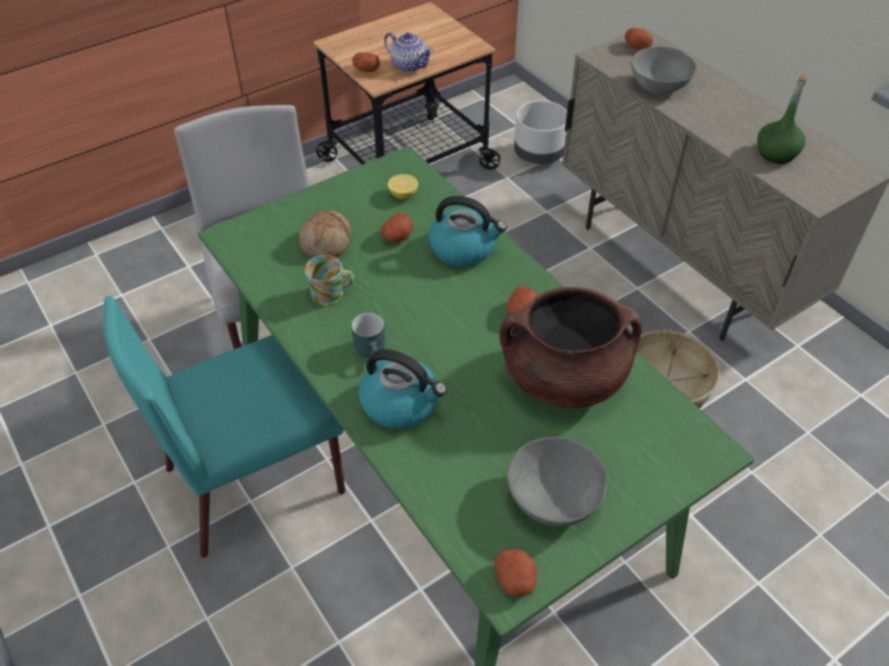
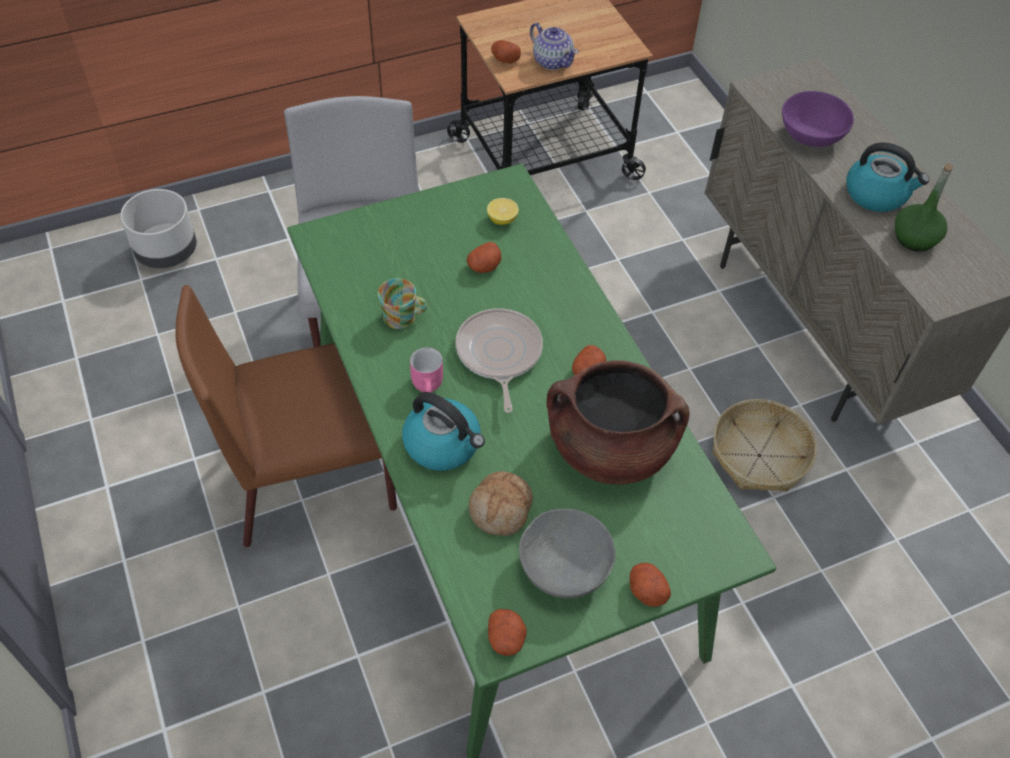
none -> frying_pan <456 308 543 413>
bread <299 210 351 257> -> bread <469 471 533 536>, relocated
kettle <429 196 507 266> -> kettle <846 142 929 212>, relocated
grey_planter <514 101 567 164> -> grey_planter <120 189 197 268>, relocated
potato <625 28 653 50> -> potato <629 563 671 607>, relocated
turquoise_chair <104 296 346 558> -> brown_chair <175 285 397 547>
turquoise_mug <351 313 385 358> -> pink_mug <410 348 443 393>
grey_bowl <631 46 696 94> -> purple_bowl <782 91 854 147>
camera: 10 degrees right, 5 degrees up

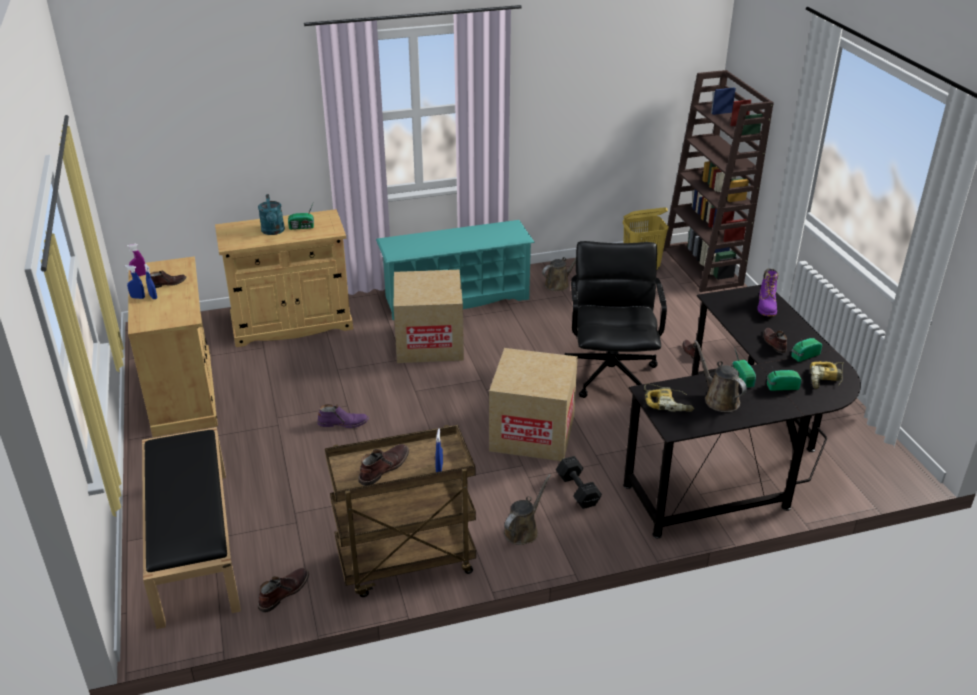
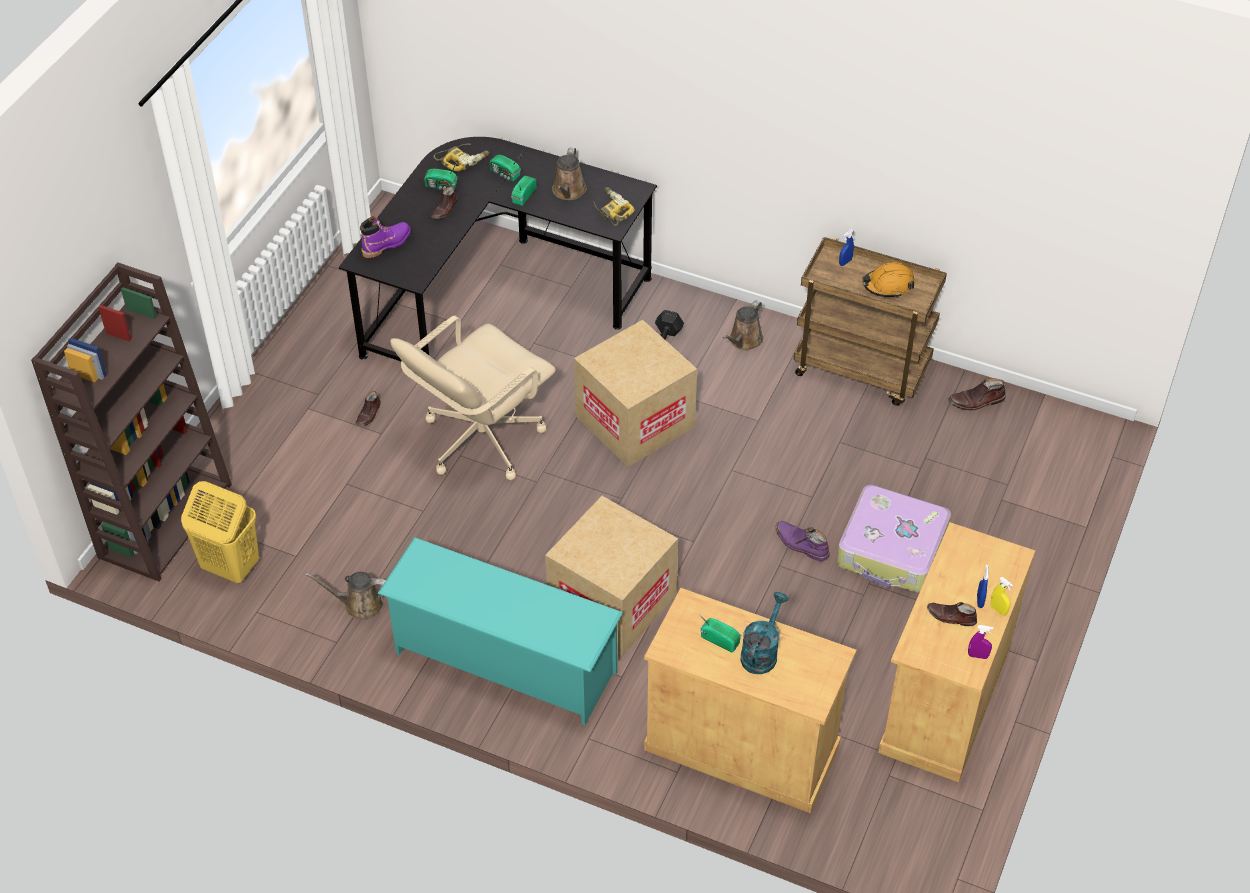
black_bench <142 427 241 629> -> none
none -> suitcase <837 485 951 593>
brown_boot <358 444 409 486> -> orange_hard_hat <862 262 915 298>
blue_spray_bottle <125 265 145 299> -> yellow_spray_bottle <990 577 1013 616>
black_office_chair <565 241 667 398> -> beige_office_chair <390 316 556 480>
brown_watering_can <504 474 551 545> -> brown_watering_can <723 300 763 350>, 45 degrees counterclockwise
camera: 140 degrees left, 15 degrees up

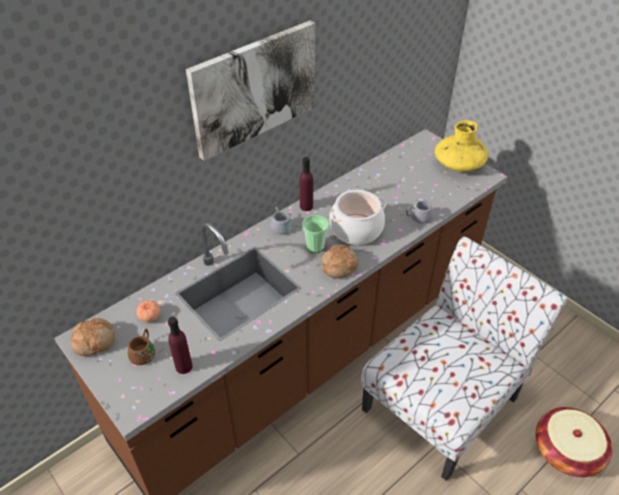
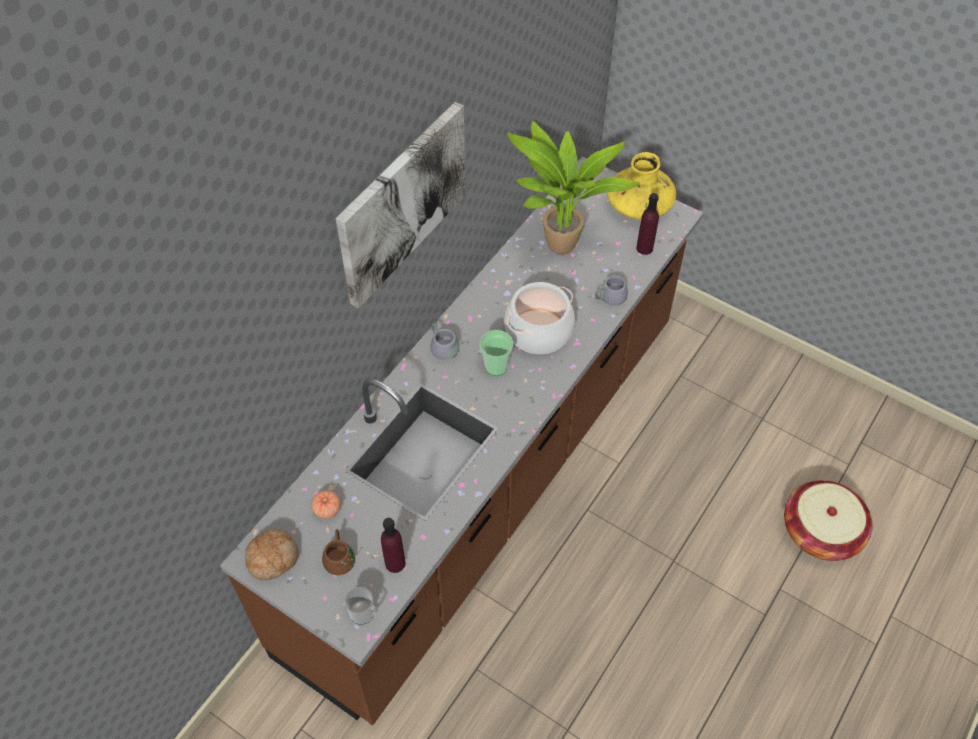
bread <321 244 359 279> -> none
chair <361 236 568 481> -> none
none -> mug <345 587 378 625>
none -> potted_plant <507 121 640 255>
purple_bottle <300 157 313 211> -> purple_bottle <636 193 659 255>, relocated
camera: 15 degrees left, 10 degrees up

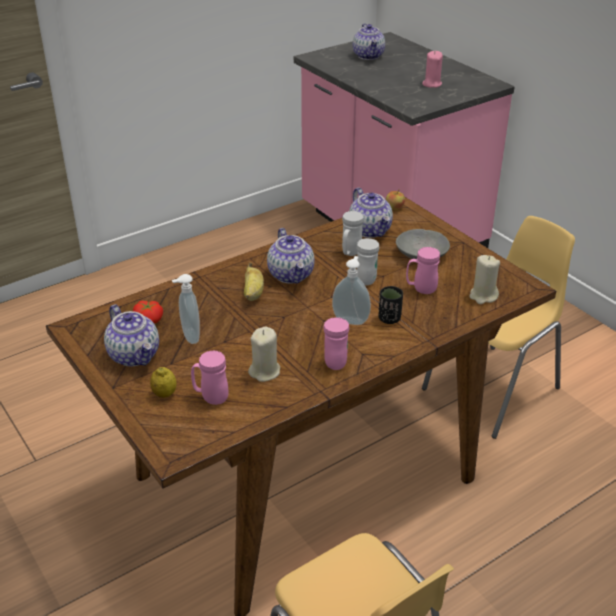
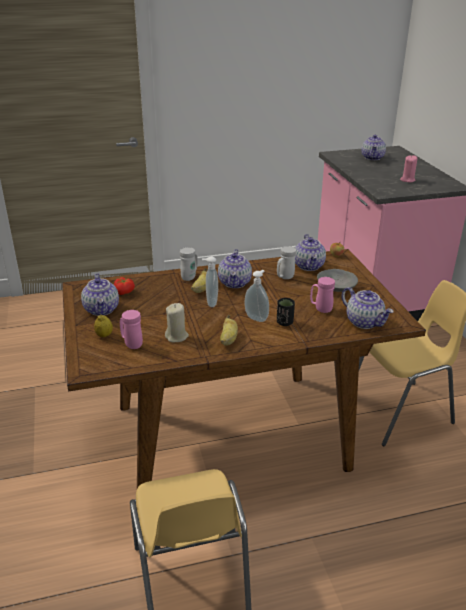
soap_dispenser <172 274 200 344> -> soap_dispenser <202 256 218 307>, relocated
white_mug <357 238 379 285> -> white_mug <180 247 198 281>, relocated
pink_mug <323 317 349 370> -> banana <220 315 238 346>
beige_candle <469 255 500 304> -> teapot <341 287 394 329>
camera: 20 degrees right, 5 degrees down

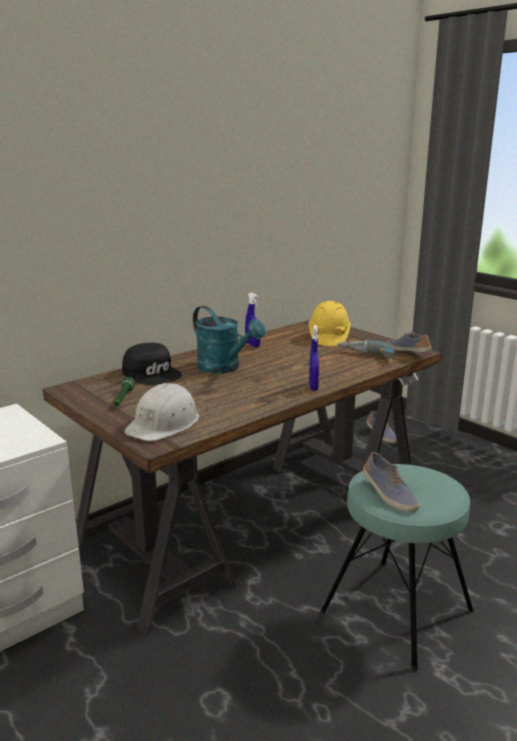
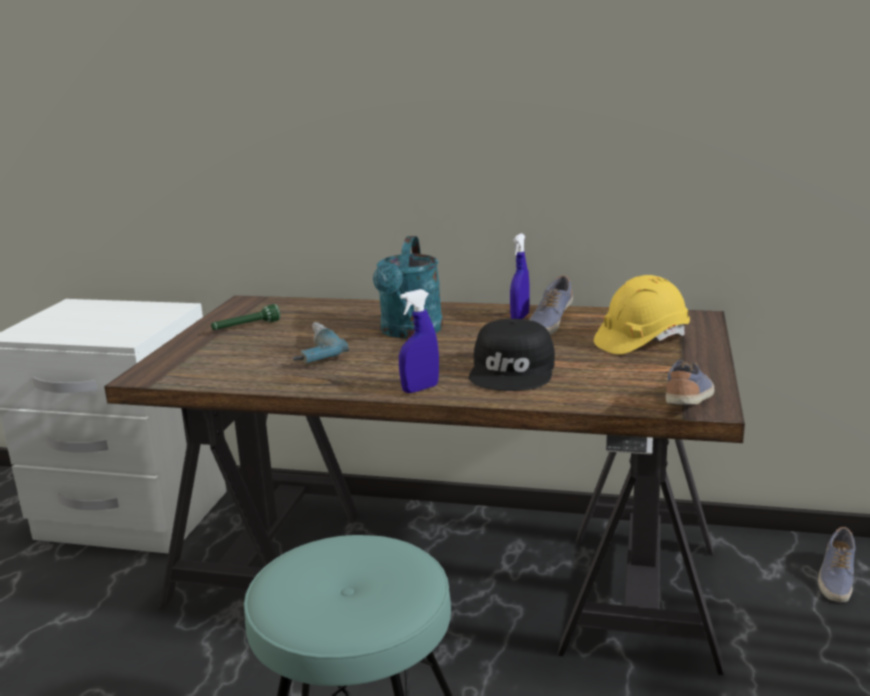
white_hard_hat <124 383 199 441> -> none
black_cap <122 342 182 385> -> black_cap <469 319 555 391>, relocated
power_drill <337 340 395 358> -> power_drill <293 322 349 363>, relocated
shoe <363 452 420 512> -> shoe <529 275 573 335>, relocated
camera: 55 degrees right, 0 degrees up

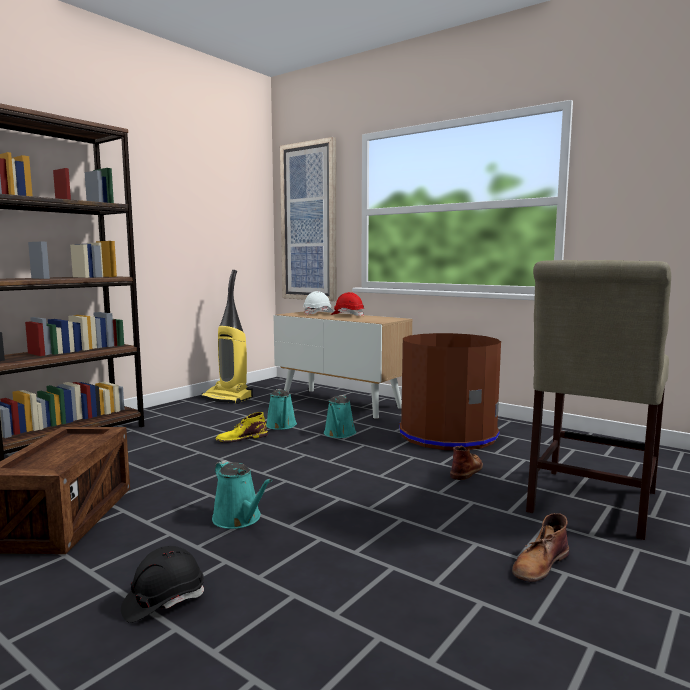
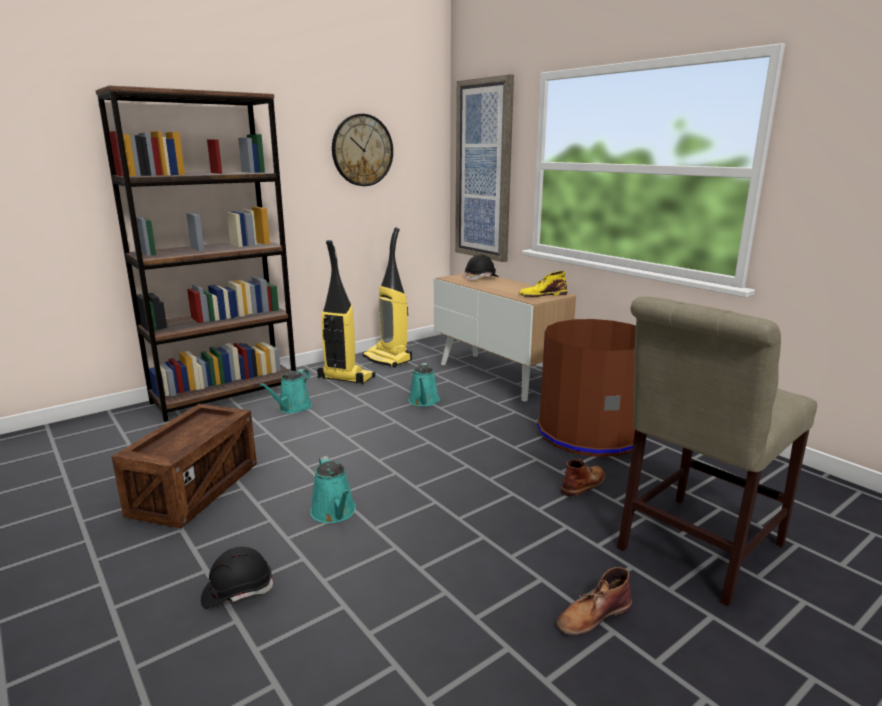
red_hard_hat <331 292 364 316> -> none
none -> vacuum_cleaner <317 240 375 384>
none -> wall_clock <332 114 393 186>
yellow_boot <216 412 268 443> -> yellow_boot <519 271 567 297>, relocated
turquoise_watering_can <324 395 356 438> -> turquoise_watering_can <259 369 312 413>, relocated
white_hard_hat <303 291 334 315> -> black_hard_hat <465 254 499 281>
camera: 15 degrees right, 10 degrees up

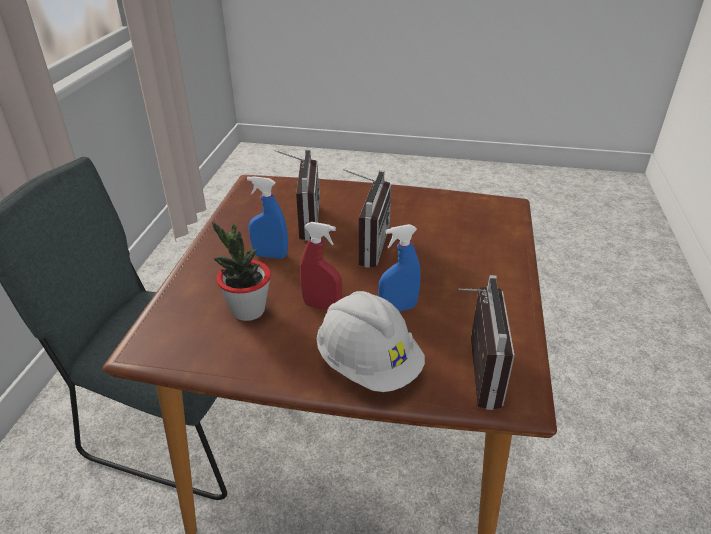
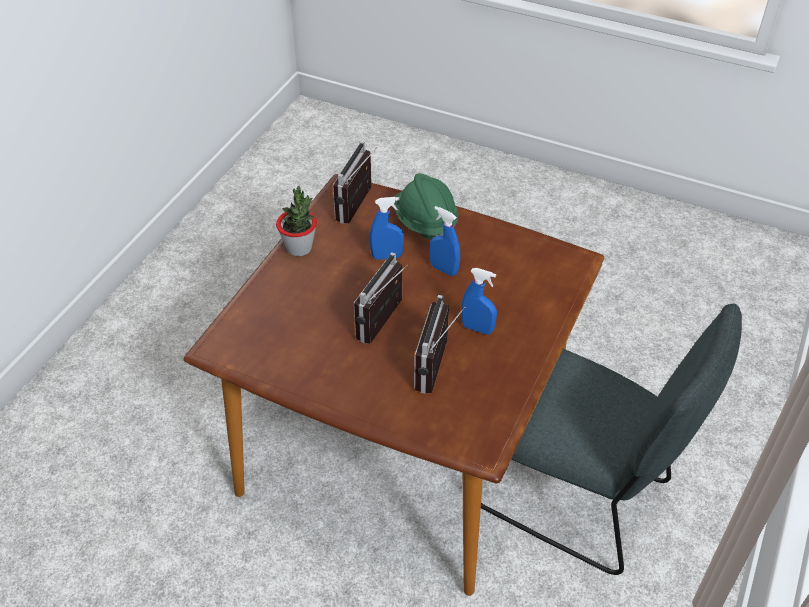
potted_plant <212 221 271 321> -> potted_plant <276 186 317 256>, relocated
red_spray_bottle <300 222 342 310> -> blue_spray_bottle <429 206 460 276>
white_hard_hat <316 291 425 392> -> green_hard_hat <394 173 459 240>
camera: 165 degrees left, 10 degrees up

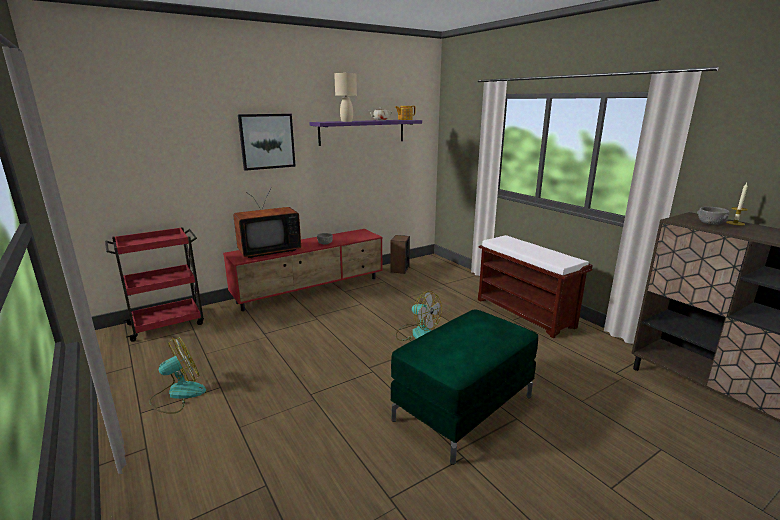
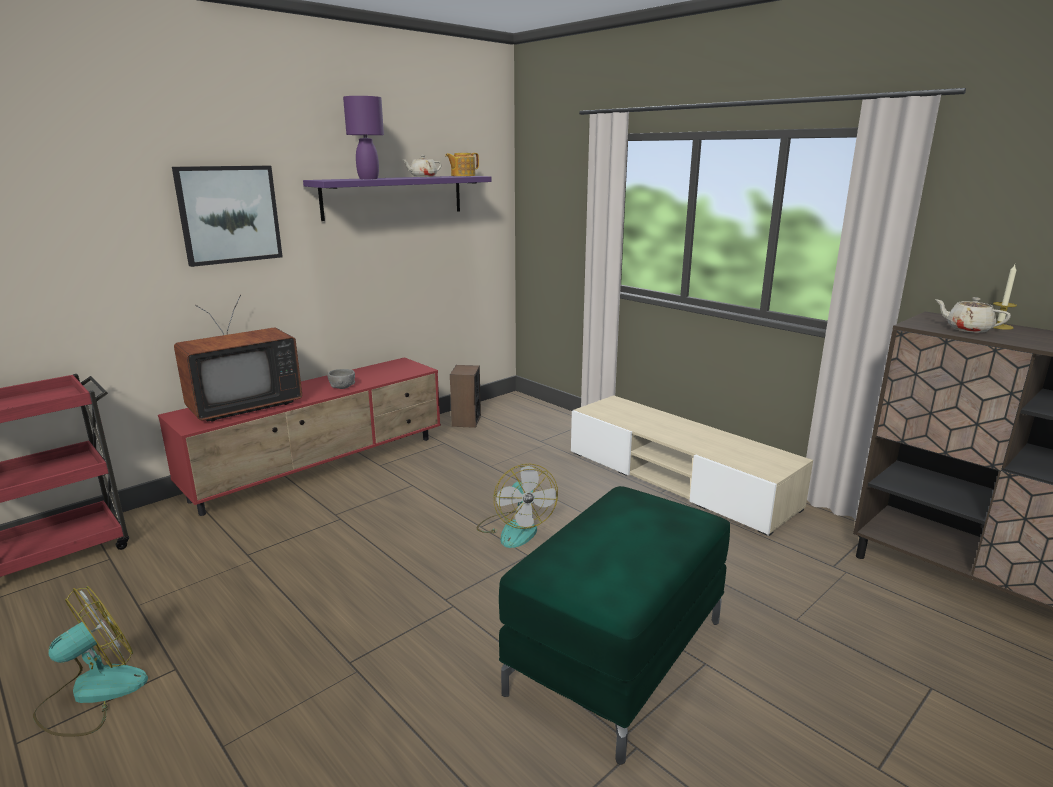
brown_bench <478 235 592 338> -> beige_tv_stand <571 395 813 536>
grey_bowl <697 207 729 225> -> beige_teapot <935 297 1011 333>
beige_table_lamp <334 73 357 122> -> purple_table_lamp <343 96 384 179>
fan <396 291 442 341> -> fan <477 464 558 548>, 45 degrees clockwise
camera: 10 degrees left, 0 degrees up

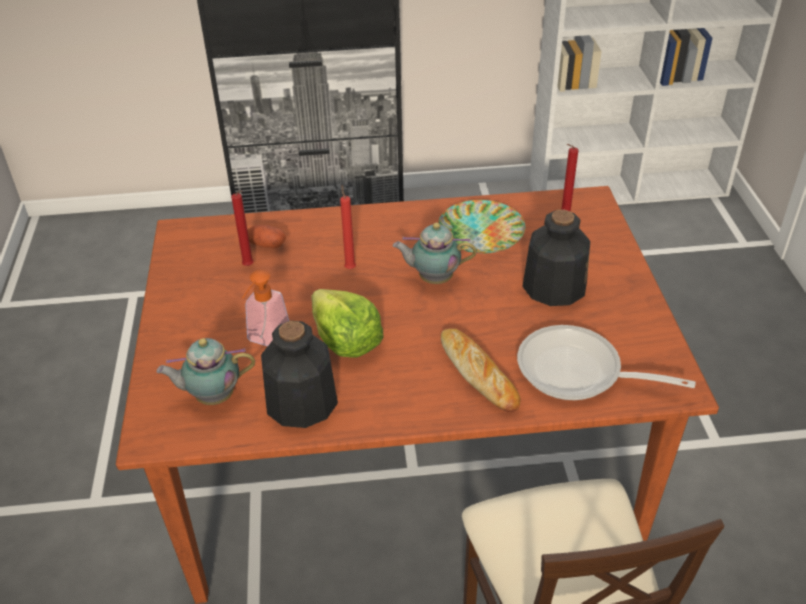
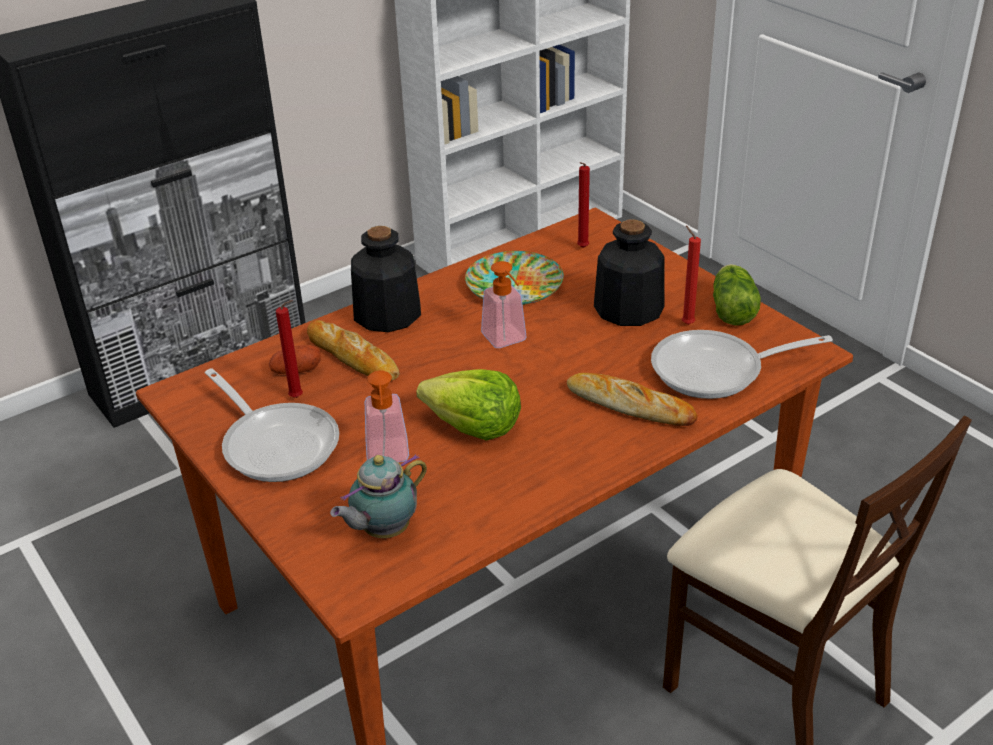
none -> frying_pan <205 368 339 482>
none -> bread <307 320 399 381>
none -> lettuce <713 264 761 326>
bottle <261 321 338 428> -> bottle <351 226 421 332>, relocated
red_candle <340 185 356 269> -> red_candle <682 226 701 325>, relocated
teapot <393 223 476 284> -> soap_dispenser <481 261 527 348>
camera: 30 degrees left, 5 degrees down

